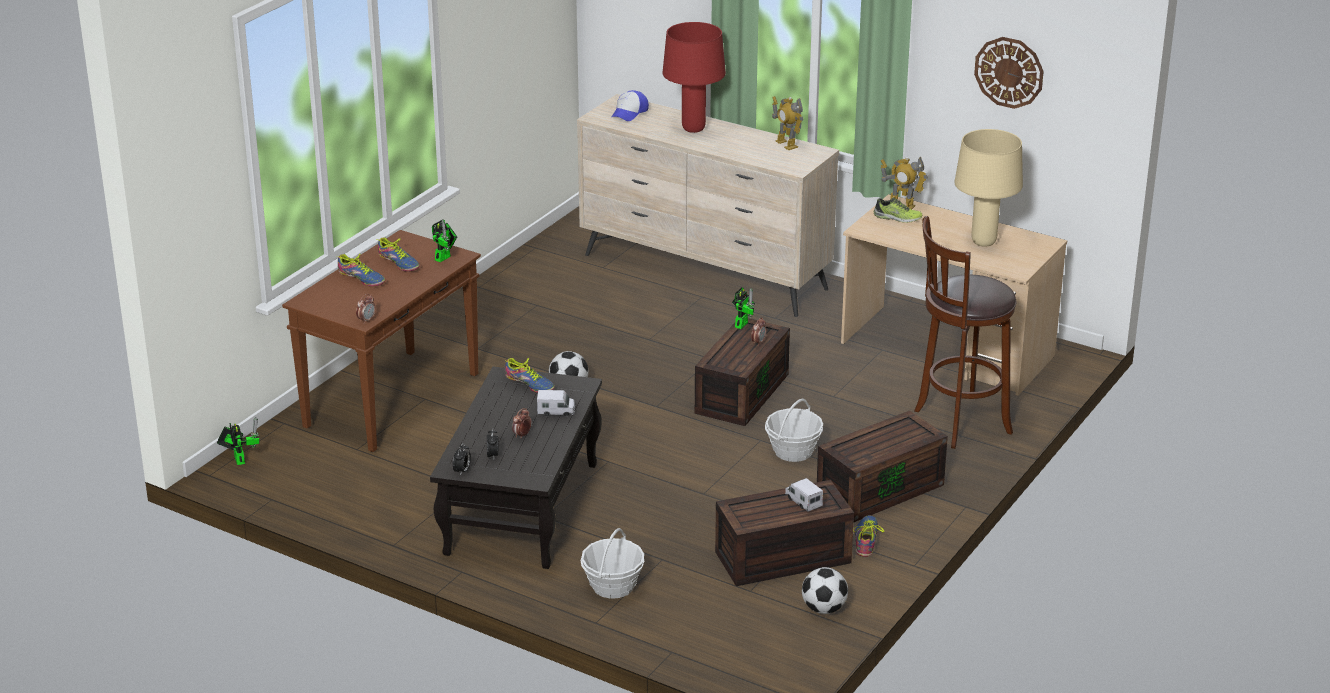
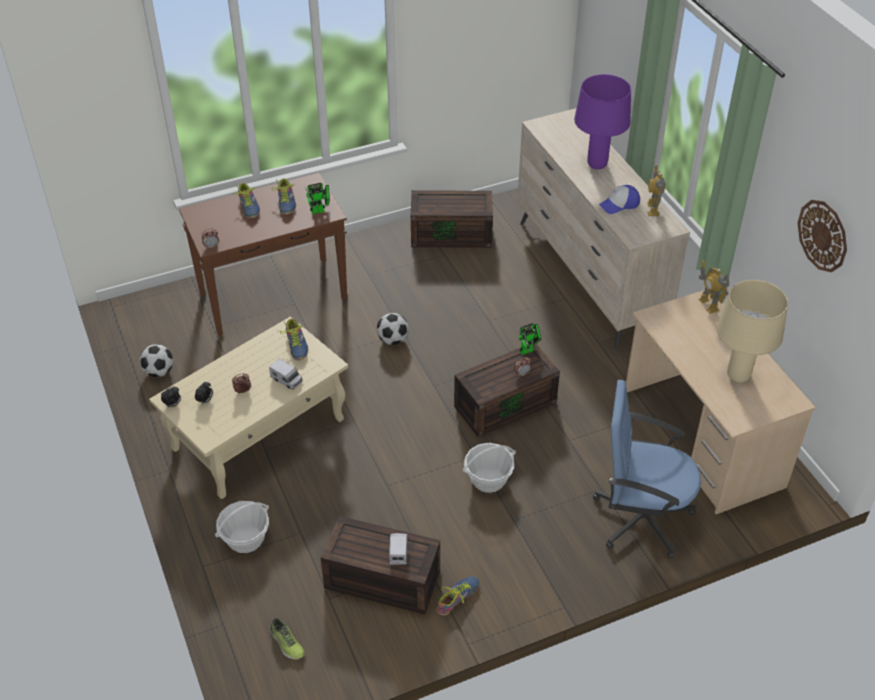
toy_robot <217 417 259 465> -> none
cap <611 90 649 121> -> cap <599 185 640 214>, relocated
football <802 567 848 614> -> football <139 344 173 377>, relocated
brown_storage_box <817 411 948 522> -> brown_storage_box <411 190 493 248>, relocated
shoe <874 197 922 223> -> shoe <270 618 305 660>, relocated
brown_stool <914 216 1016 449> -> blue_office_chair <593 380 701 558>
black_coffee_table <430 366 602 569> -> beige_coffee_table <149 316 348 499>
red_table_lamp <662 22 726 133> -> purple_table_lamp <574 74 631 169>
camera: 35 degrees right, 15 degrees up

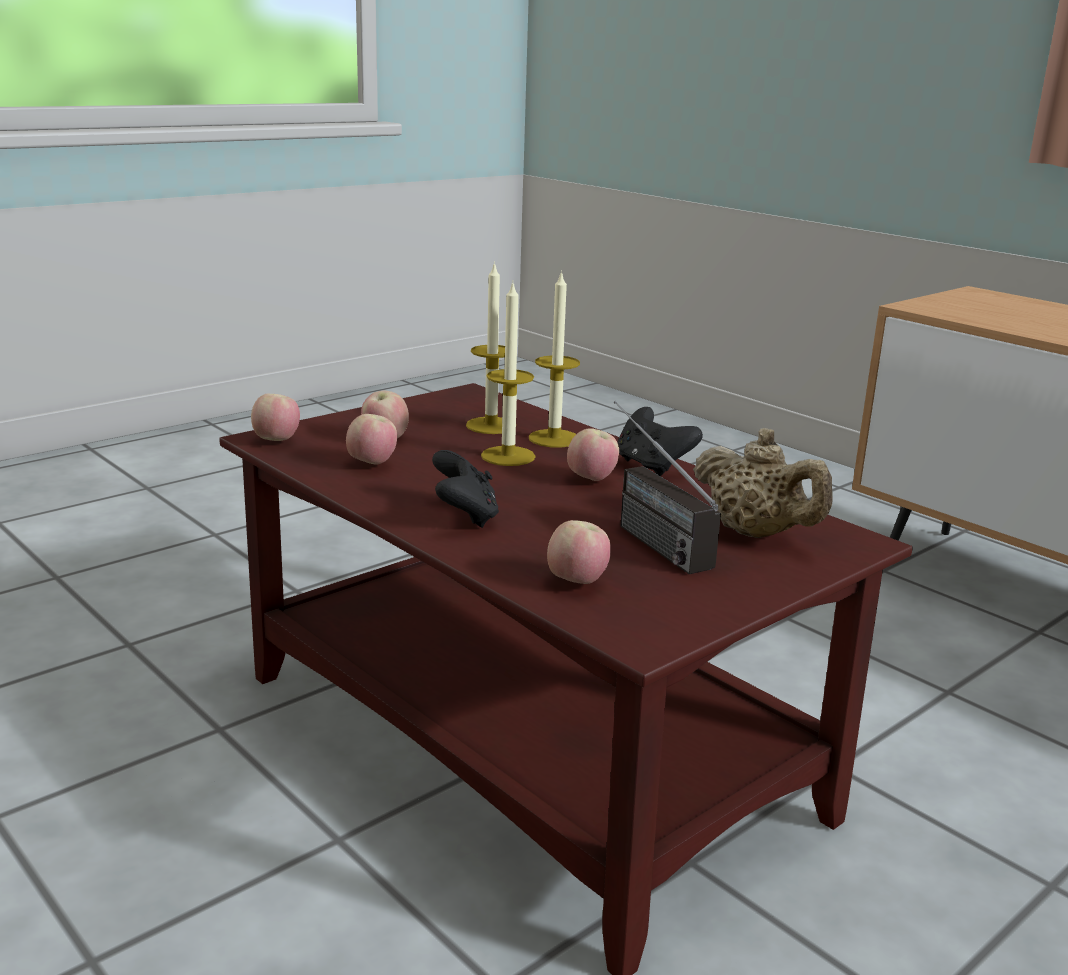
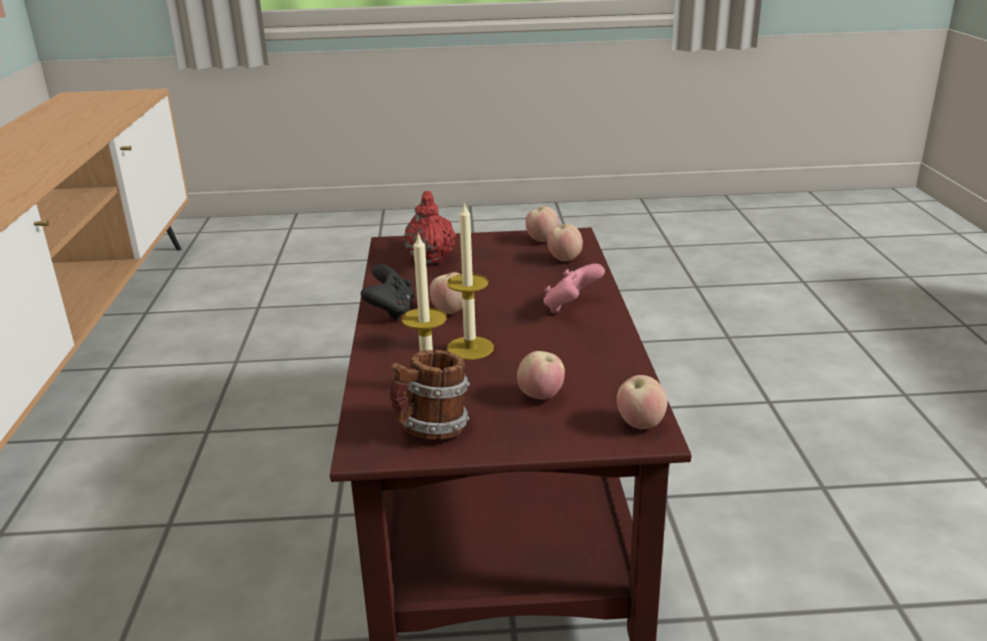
candle <529 270 580 448> -> none
radio <614 401 721 574> -> none
none -> mug <390 350 470 440>
apple <346 414 397 464> -> apple <525 206 559 242>, relocated
black_game_controller <432 450 499 528> -> pink_game_controller <544 264 605 313>
beige_teapot <693 428 833 538> -> red_teapot <404 191 456 264>
camera: 140 degrees left, 5 degrees up

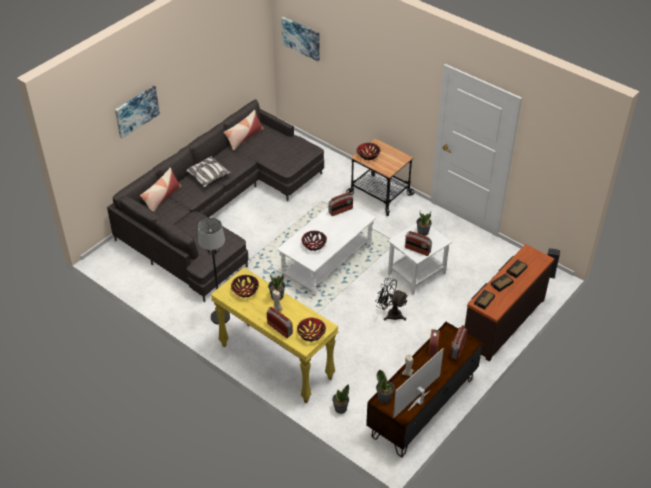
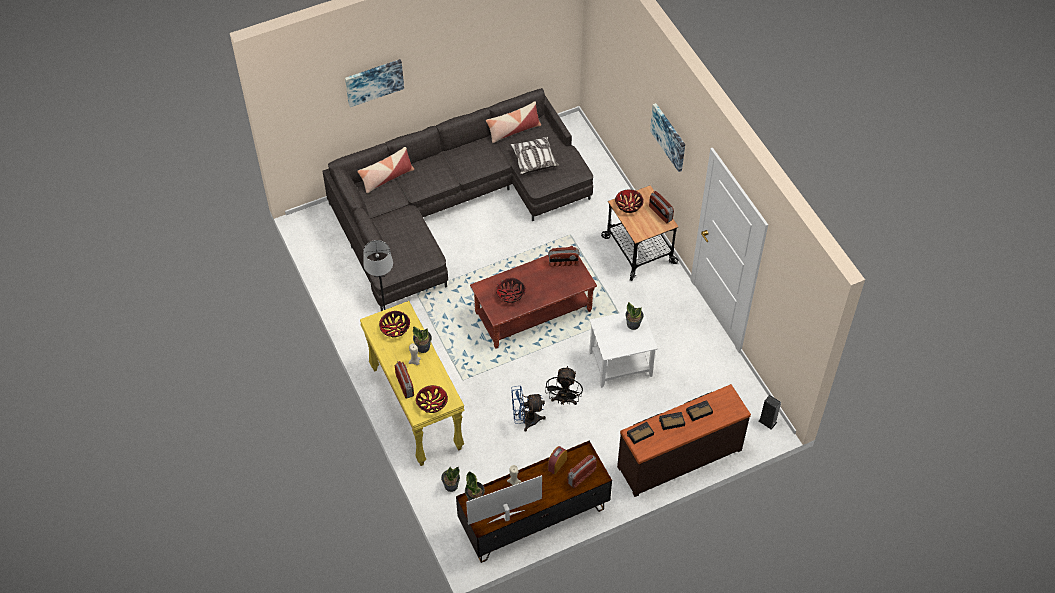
none -> blue_fan <511 386 546 432>
pillow <186 156 231 188> -> pillow <510 136 559 175>, relocated
picture <281 17 320 61> -> picture <650 103 685 172>, relocated
radio <405 231 432 256> -> radio <649 191 674 223>, relocated
white_coffee_table <277 205 376 296> -> brown_coffee_table <470 246 597 348>
black_fan <375 278 408 321> -> black_fan <545 366 583 405>, 135 degrees counterclockwise
camera: 25 degrees right, 10 degrees up

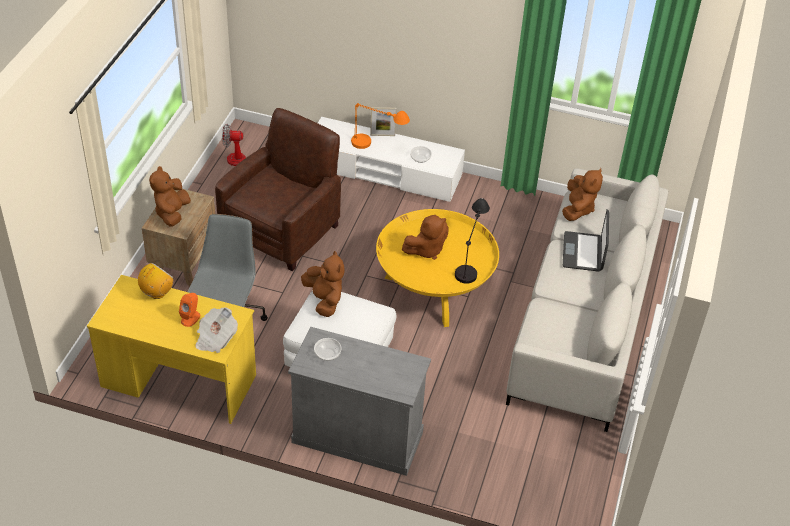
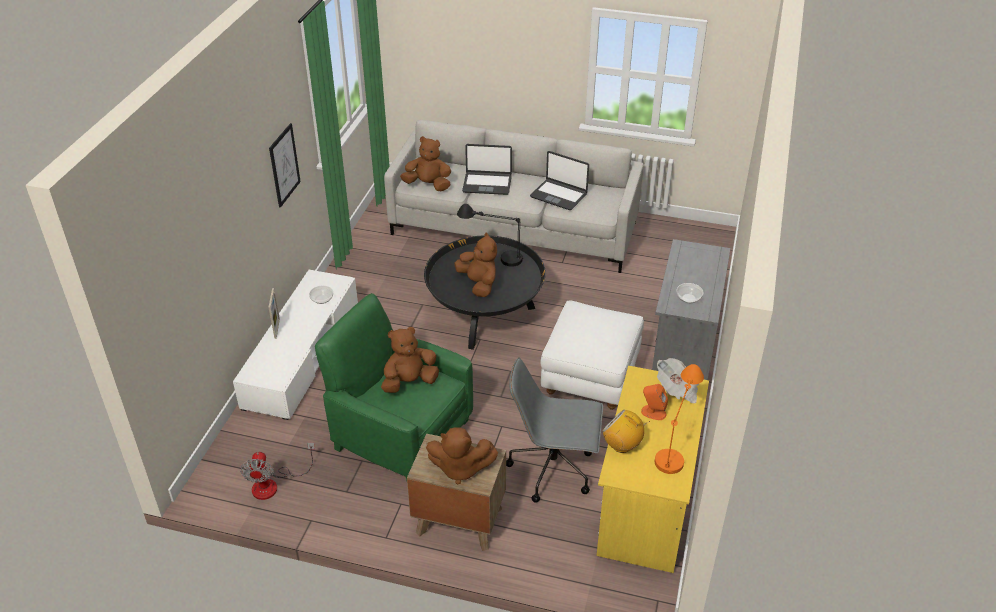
none -> picture <269 123 301 208>
none -> laptop <530 151 589 210>
brown_plush_toy <301 251 344 317> -> brown_plush_toy <381 327 439 393>, relocated
orange_table_lamp <351 103 410 149> -> orange_table_lamp <655 364 704 474>, relocated
brown_armchair <215 108 341 271> -> green_armchair <315 293 473 481>
yellow_coffee_table <376 209 499 327> -> black_coffee_table <424 235 546 350>
camera: 90 degrees left, 5 degrees down

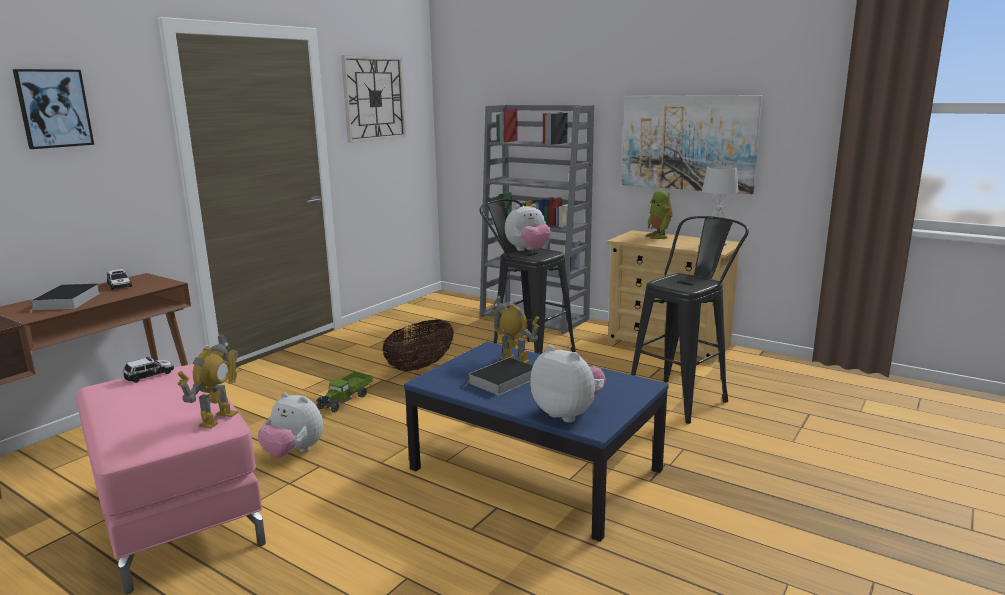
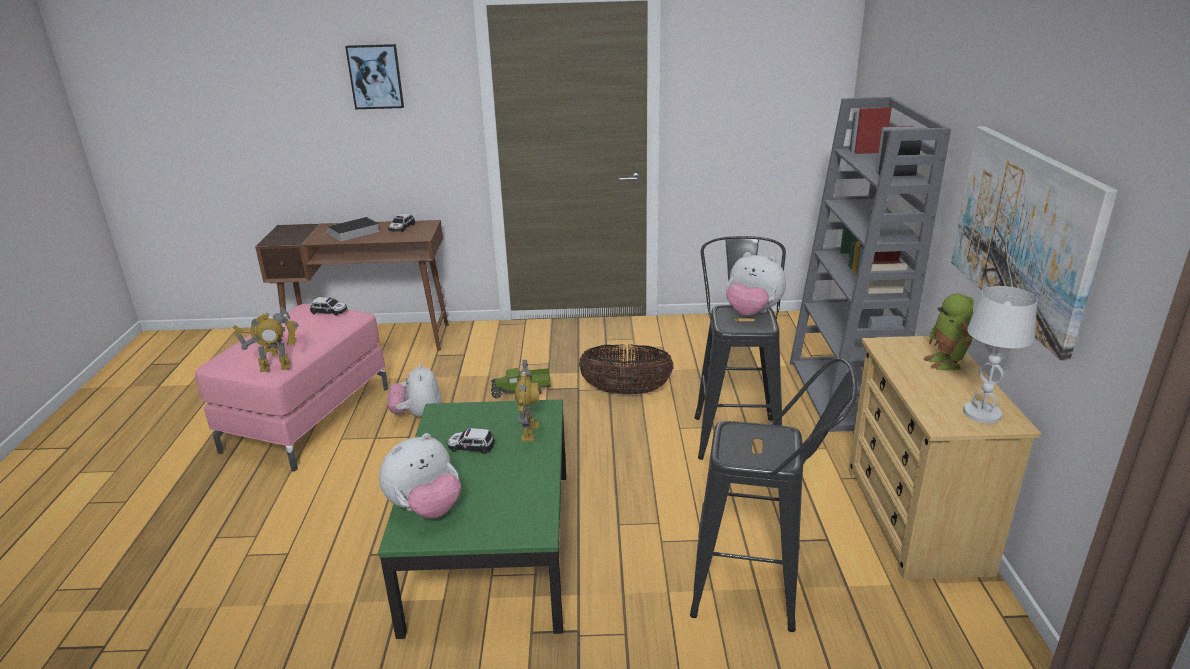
wall_clock <341 55 406 143> -> none
book <462 358 533 395> -> toy_car <448 428 495 454>
blue_coffee_table <404 342 669 542> -> green_coffee_table <378 399 566 639>
plush_toy <530 345 606 423> -> plush_toy <379 433 461 518>, 45 degrees clockwise
toy_robot <645 190 673 239> -> toy_robot <923 294 974 371>, 45 degrees counterclockwise
camera: 55 degrees right, 10 degrees up

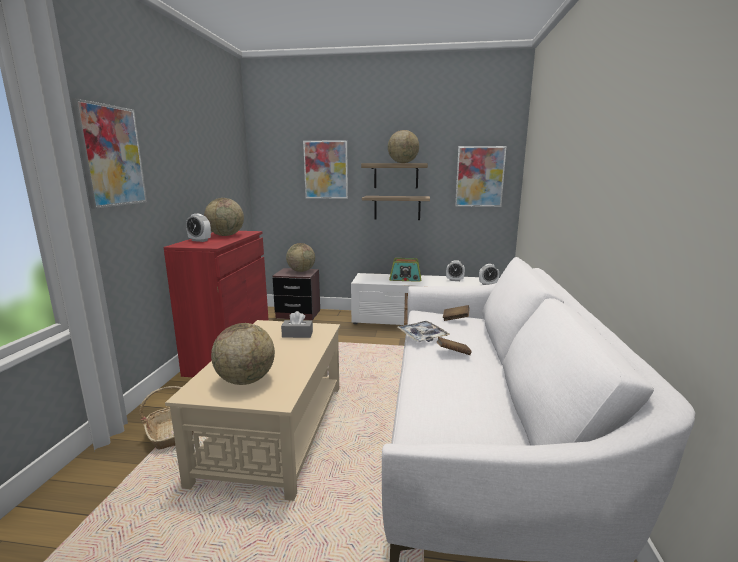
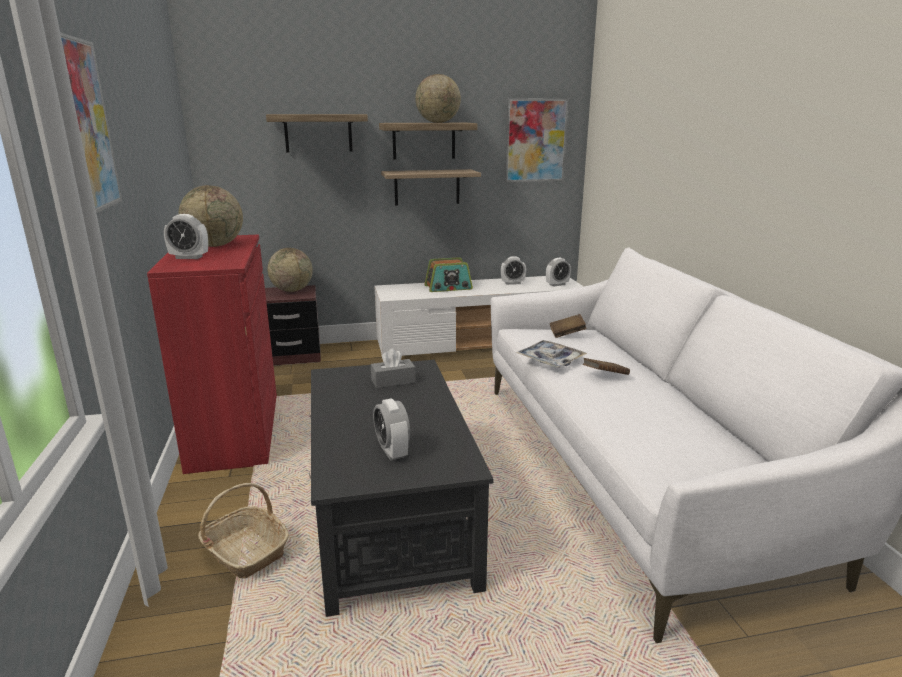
globe <211 323 275 385> -> alarm_clock <373 399 410 461>
picture <303 140 348 199> -> shelf <266 114 368 152>
beige_coffee_table <165 320 340 501> -> black_coffee_table <309 360 494 617>
camera: 20 degrees left, 5 degrees up

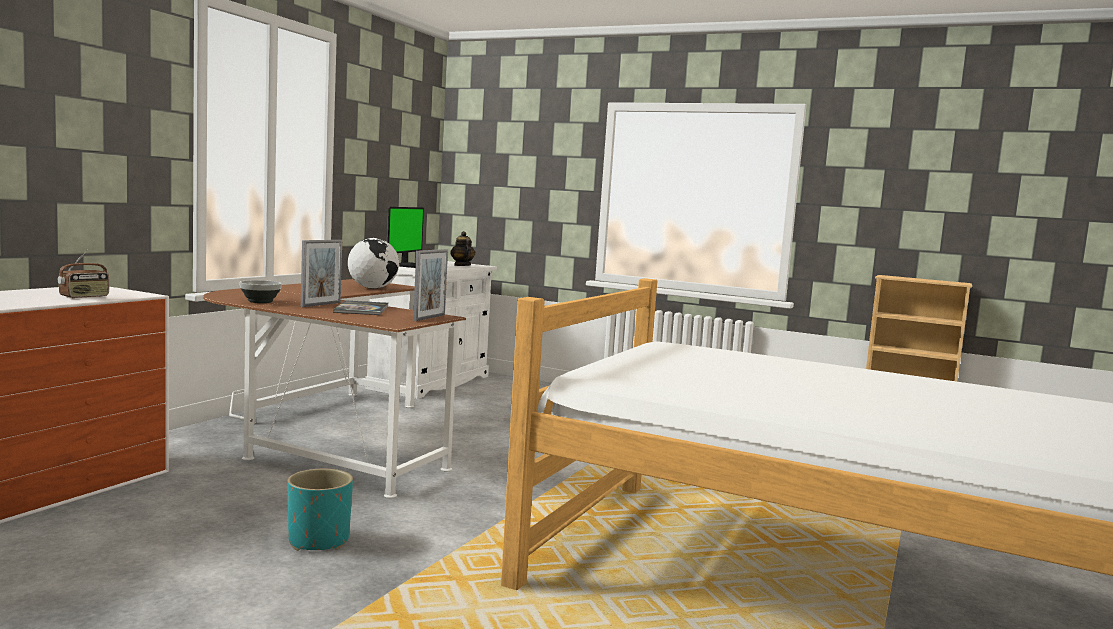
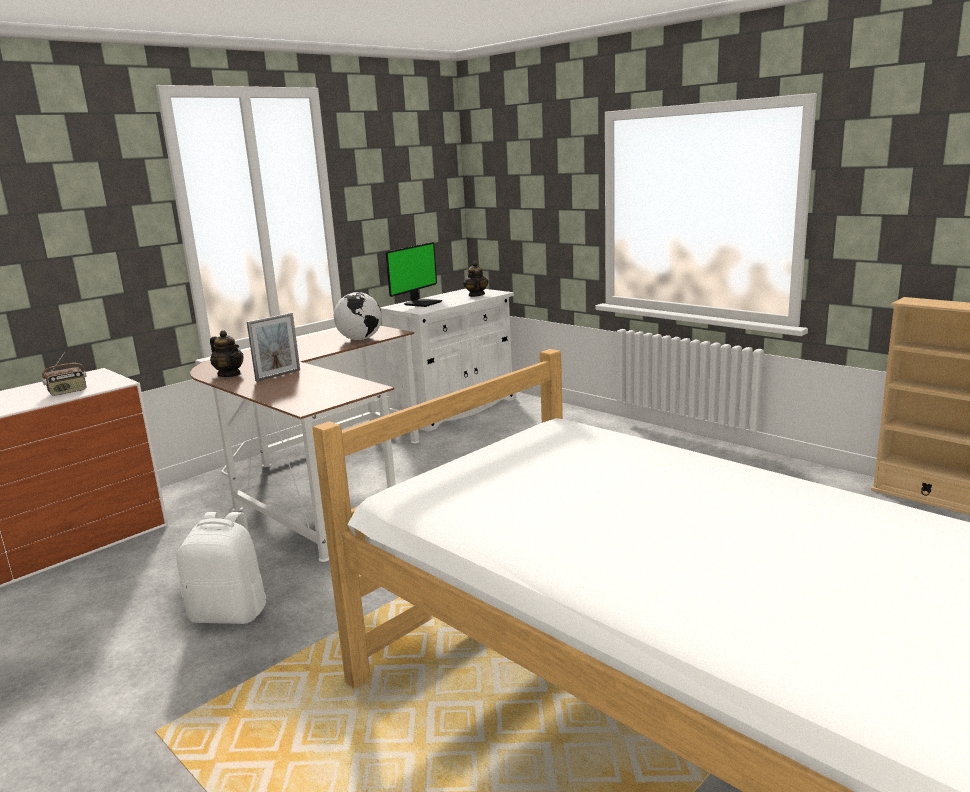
book <333 300 388 315> -> none
picture_frame <413 249 448 321> -> none
bowl <239 280 282 303> -> teapot <210 330 244 377>
turquoise_planter <287 469 353 551> -> white_backpack <176 512 267 624>
camera: 20 degrees right, 10 degrees up

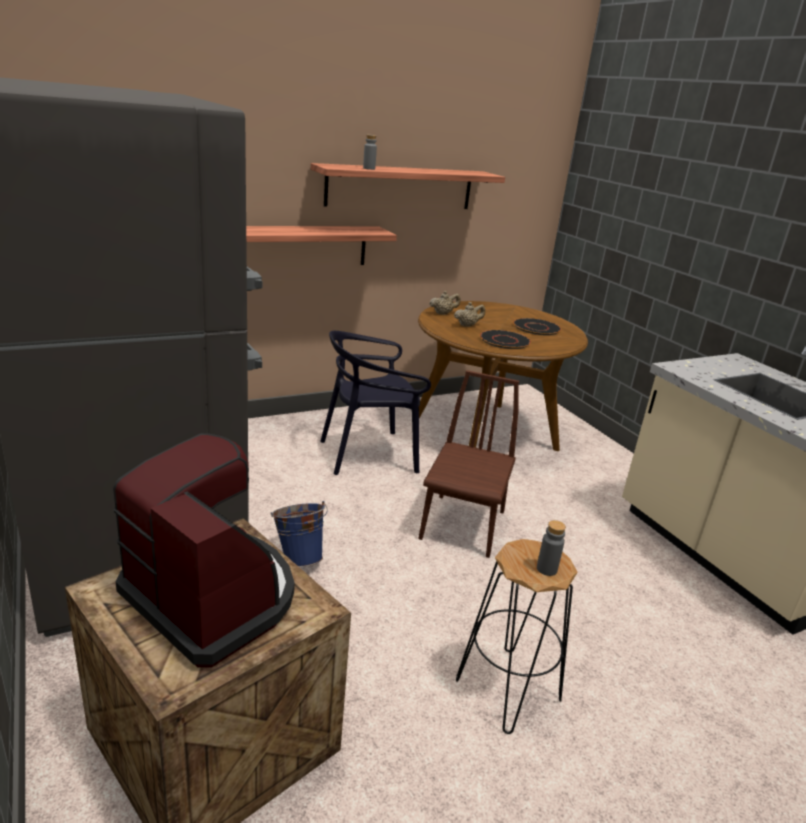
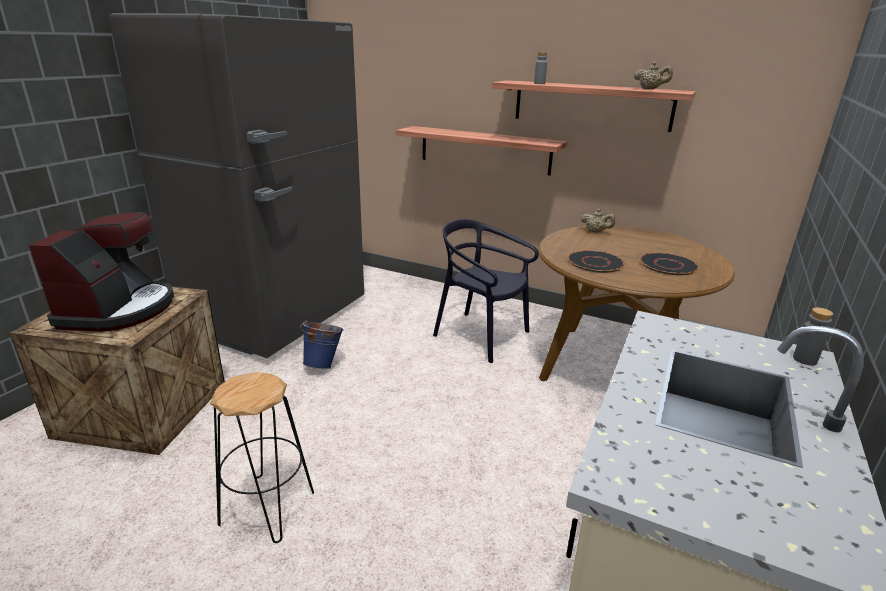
brown_chair <418 370 519 558> -> none
beige_teapot <454 302 485 327> -> beige_teapot <634 62 673 89>, relocated
grey_bottle <537 520 566 576> -> grey_bottle <793 307 833 365>, relocated
camera: 55 degrees right, 0 degrees up

